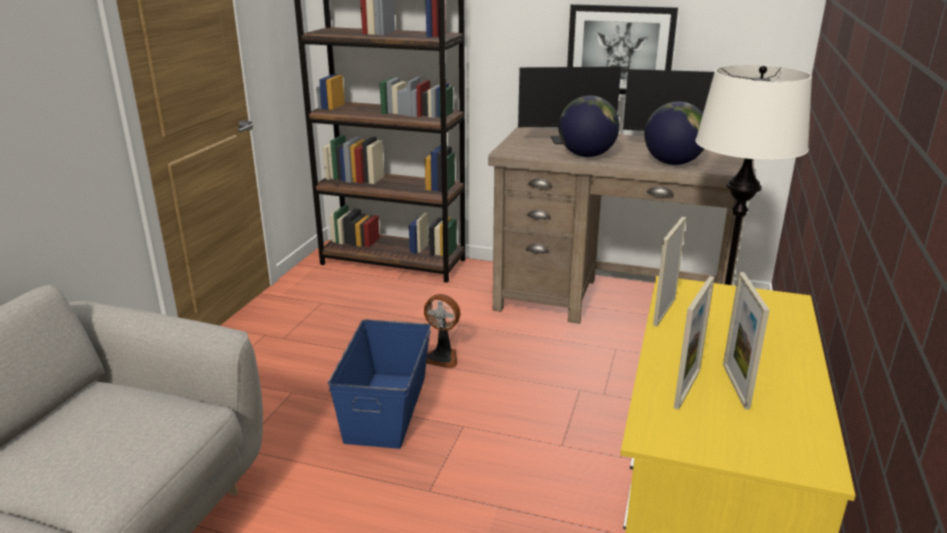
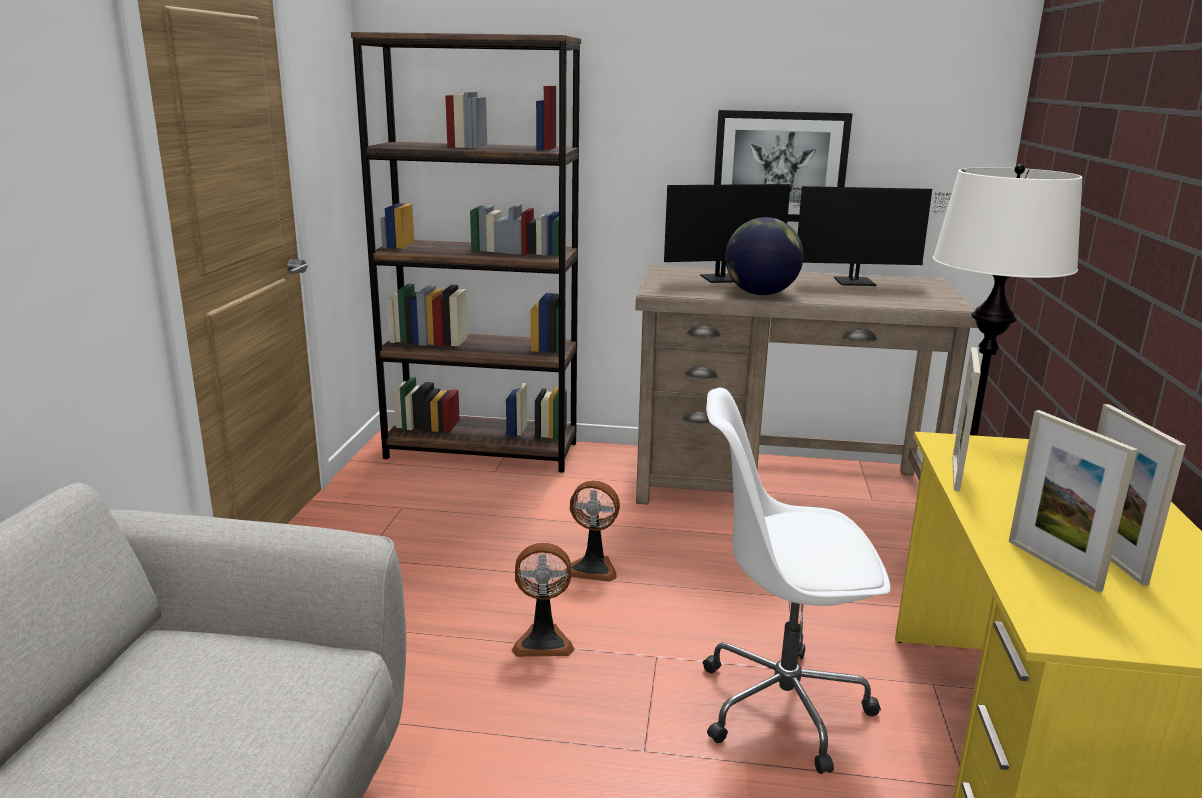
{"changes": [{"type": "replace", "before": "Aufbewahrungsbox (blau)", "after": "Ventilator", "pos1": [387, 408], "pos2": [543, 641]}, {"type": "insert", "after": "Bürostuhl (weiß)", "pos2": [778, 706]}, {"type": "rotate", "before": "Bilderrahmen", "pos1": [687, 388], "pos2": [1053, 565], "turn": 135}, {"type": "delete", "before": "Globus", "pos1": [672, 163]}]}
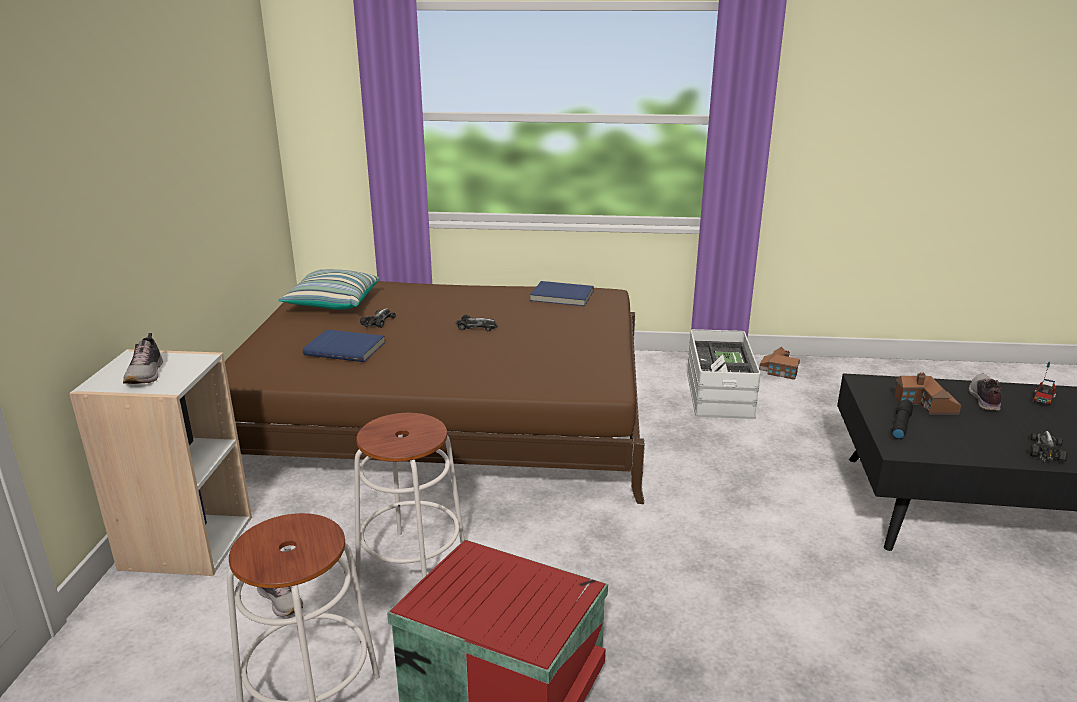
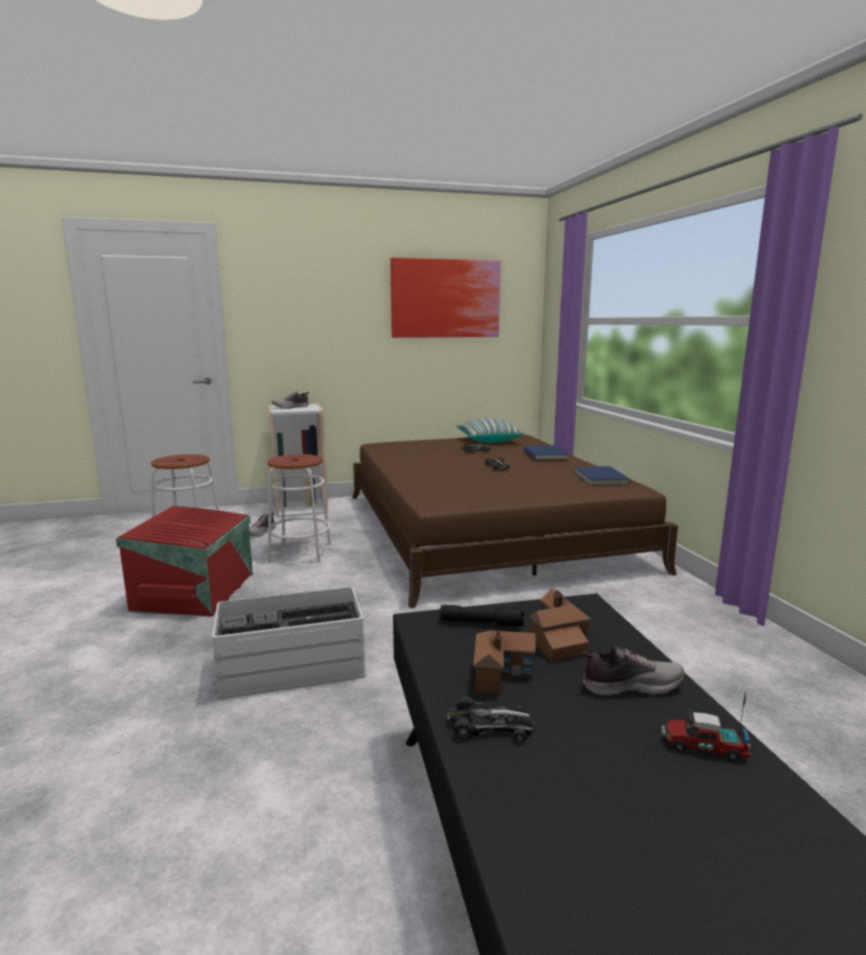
{"changes": [{"type": "move", "before": "Aufbewahrungsbox (weiß)", "pos1": [720, 392], "pos2": [291, 667]}, {"type": "insert", "after": "Bild", "pos2": [445, 298]}, {"type": "move", "before": "Spielzeughaus", "pos1": [778, 371], "pos2": [503, 672]}, {"type": "move", "before": "Buch (blau)", "pos1": [345, 348], "pos2": [546, 455]}]}
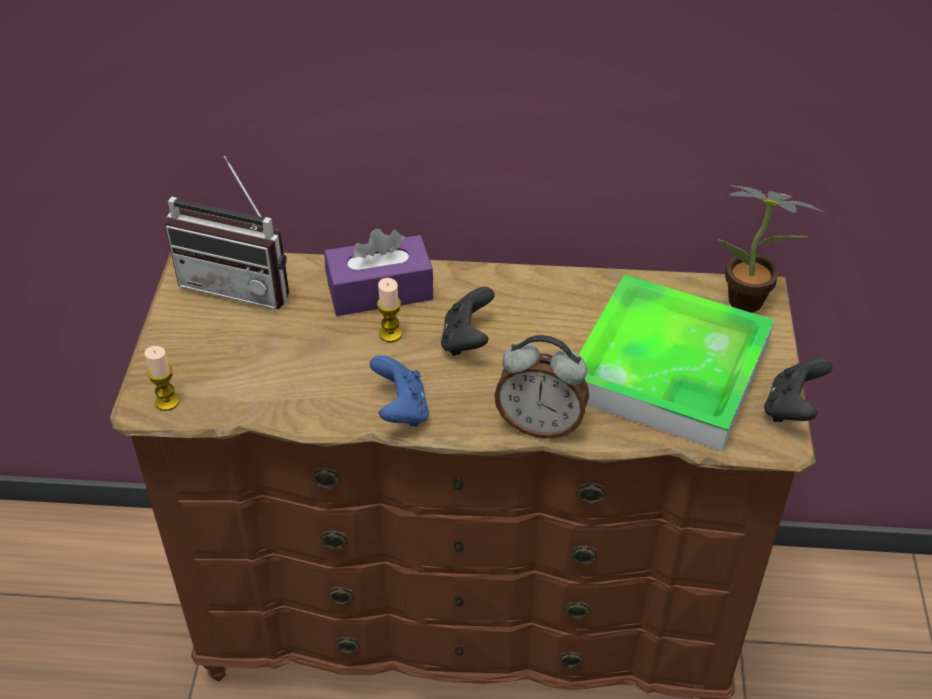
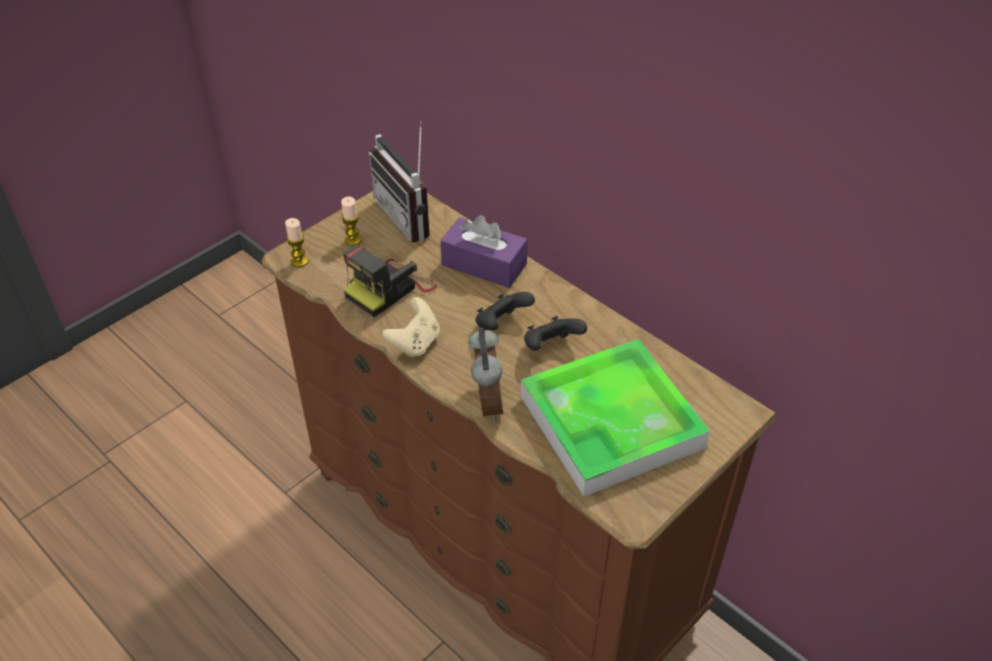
{"changes": [{"type": "move", "before": "Kerze", "pos1": [390, 334], "pos2": [353, 240]}, {"type": "insert", "after": "Kamera", "pos2": [389, 289]}, {"type": "recolor", "before": "Gamepad (blau)", "after": "Gamepad (beige)", "pos1": [401, 410], "pos2": [415, 343]}, {"type": "rotate", "before": "Wecker", "pos1": [540, 424], "pos2": [486, 403], "turn": -150}, {"type": "move", "before": "Gamepad (schwarz)", "pos1": [791, 408], "pos2": [551, 347]}, {"type": "delete", "before": "Topfpflanze", "pos1": [751, 304]}]}
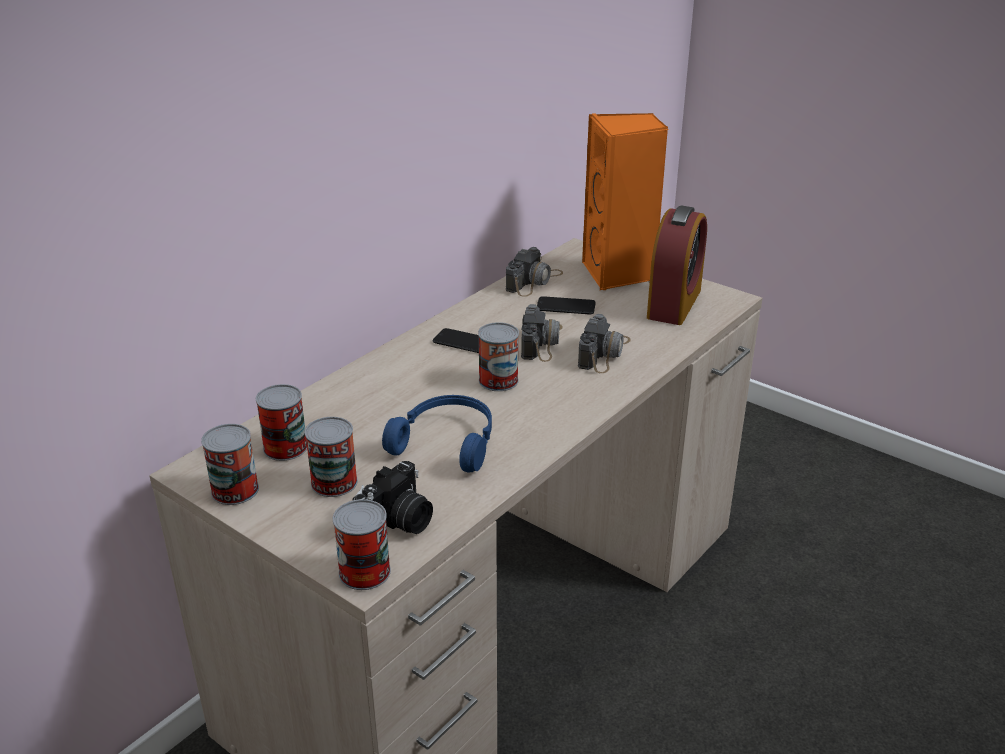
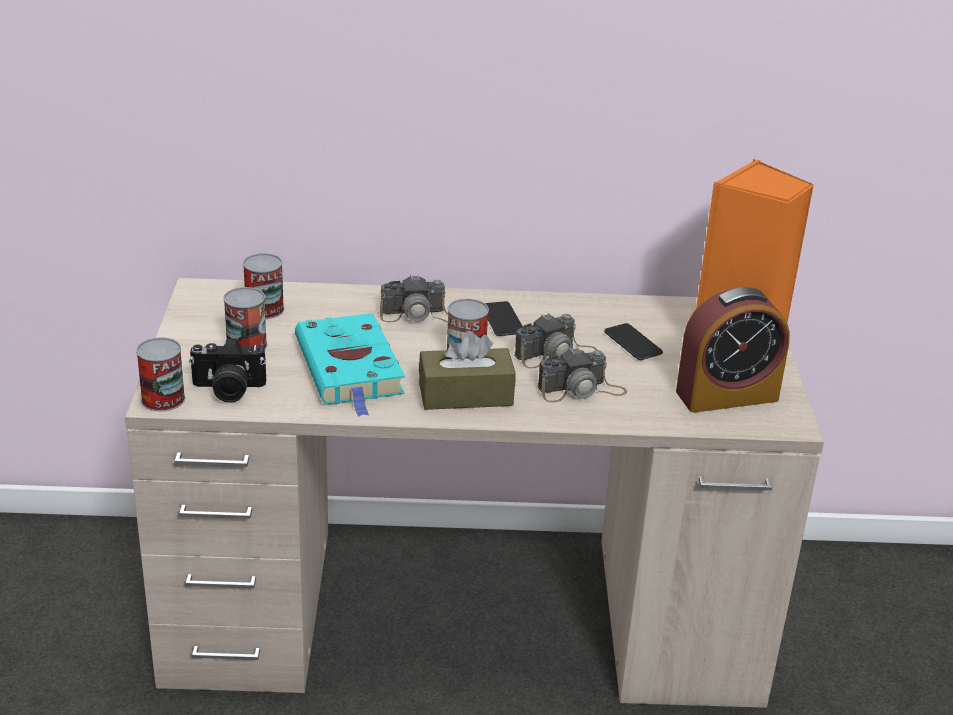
{"changes": [{"type": "replace", "before": "Kopfhörer (blau)", "after": "Buch (türkis)", "pos1": [447, 442], "pos2": [350, 369]}, {"type": "move", "before": "Kamera", "pos1": [534, 281], "pos2": [419, 315]}, {"type": "insert", "after": "Taschentuchbox (braun)", "pos2": [465, 395]}, {"type": "delete", "before": "Dose", "pos1": [235, 490]}]}
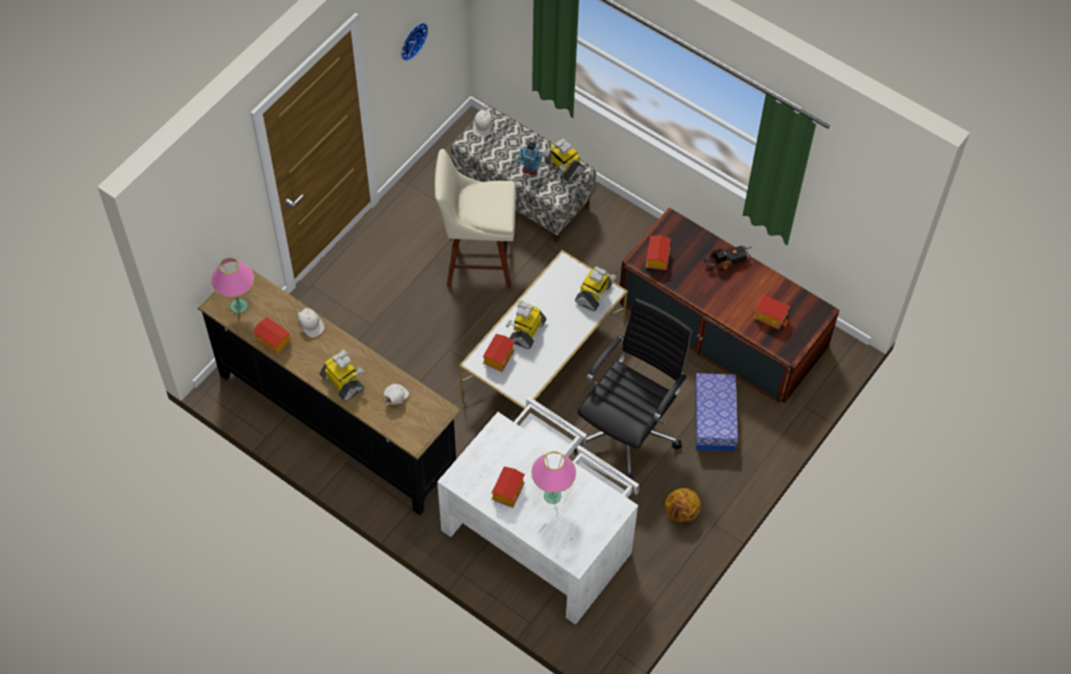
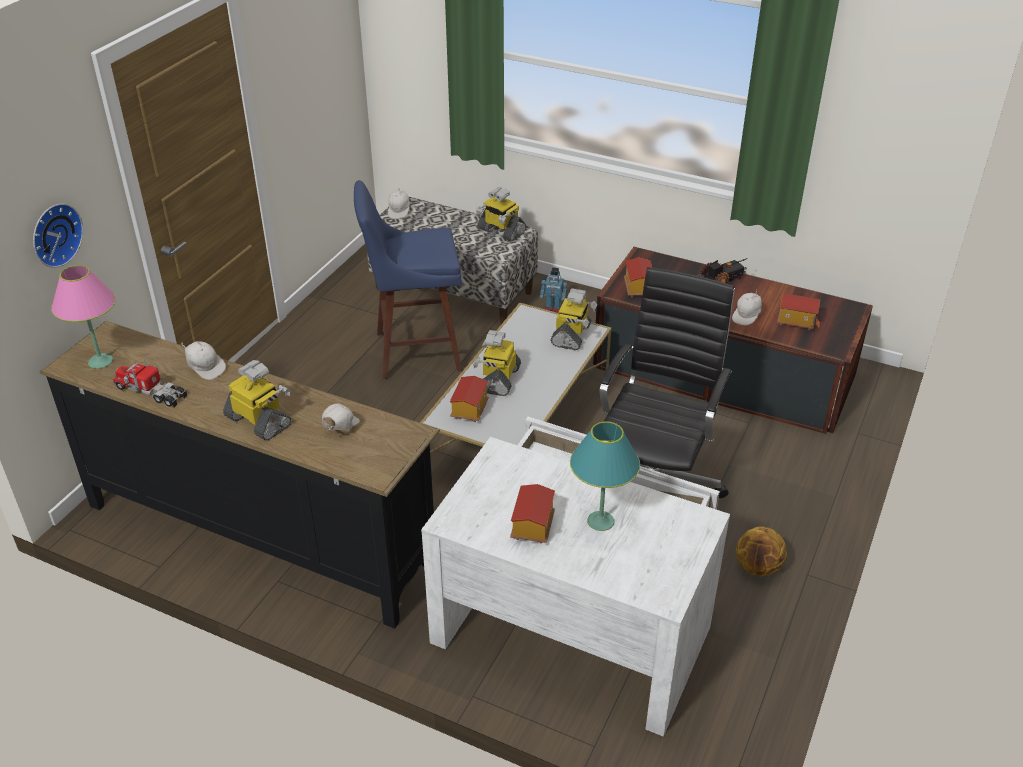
{"changes": [{"type": "move", "before": "Wanduhr", "pos1": [411, 40], "pos2": [54, 234]}, {"type": "replace", "before": "Spielzeughaus", "after": "Spielzeuglaster", "pos1": [273, 342], "pos2": [151, 392]}, {"type": "recolor", "before": "Hocker (beige)", "after": "Hocker (blau)", "pos1": [477, 261], "pos2": [415, 352]}, {"type": "move", "before": "Spielzeugroboter", "pos1": [530, 169], "pos2": [553, 309]}, {"type": "recolor", "before": "Tischlampe (rosa)", "after": "Tischlampe (türkis)", "pos1": [552, 496], "pos2": [601, 521]}, {"type": "insert", "after": "Kappe (weiß)", "pos2": [747, 316]}, {"type": "delete", "before": "Aufbewahrungsbox", "pos1": [714, 419]}]}
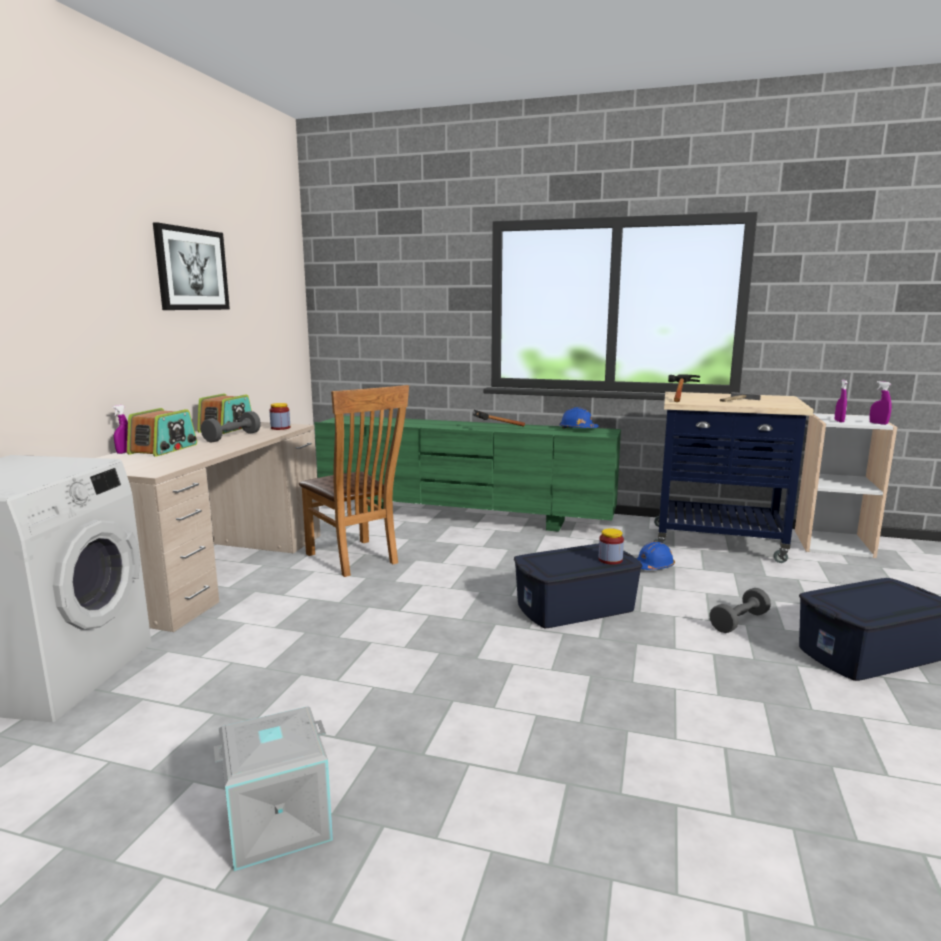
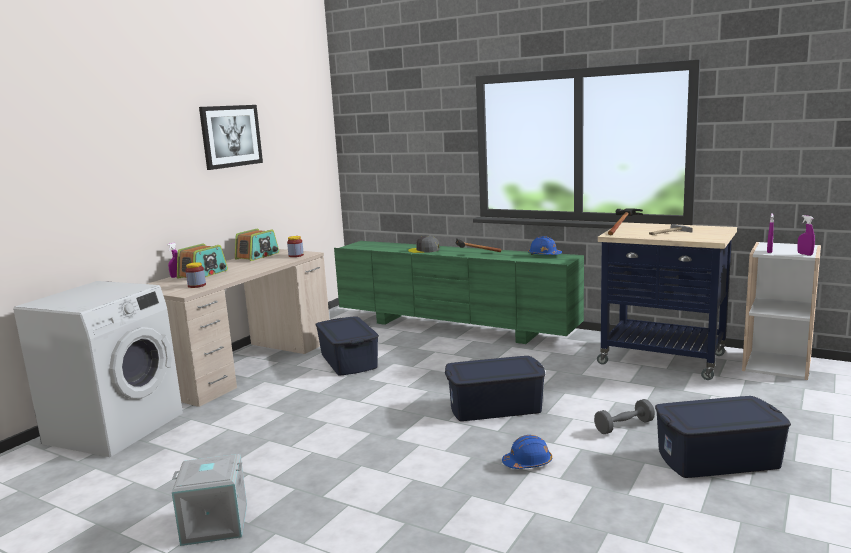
{"changes": [{"type": "move", "before": "Vorratsglas", "pos1": [610, 560], "pos2": [196, 285]}, {"type": "replace", "before": "Stuhl (braun)", "after": "Aufbewahrungsbox (blau)", "pos1": [356, 559], "pos2": [348, 361]}, {"type": "insert", "after": "Kappe (grau)", "pos2": [424, 250]}, {"type": "move", "before": "Schutzhelm (blau)", "pos1": [653, 567], "pos2": [528, 463]}, {"type": "delete", "before": "Hantel (grau)", "pos1": [232, 437]}]}
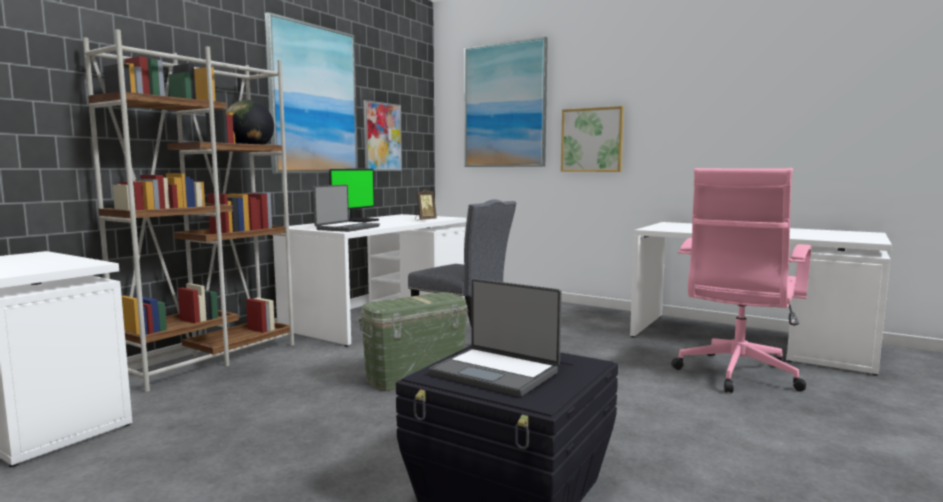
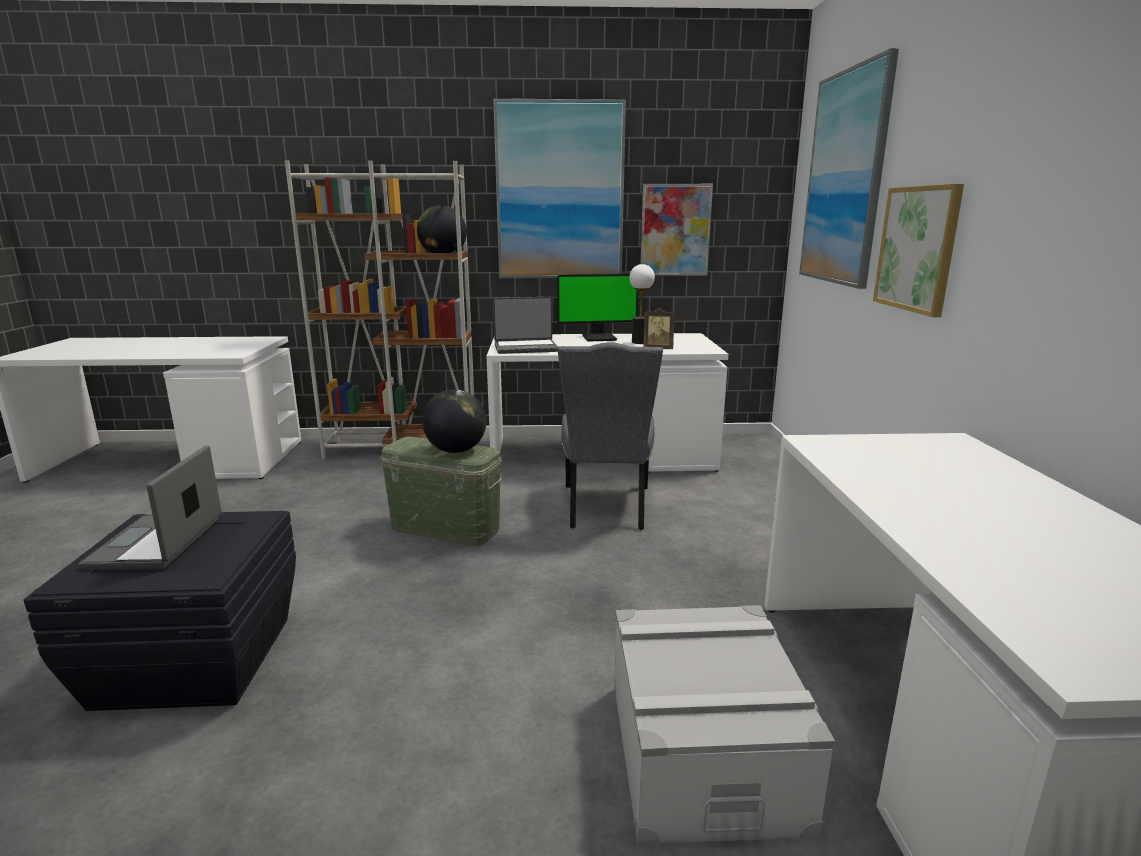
{"changes": [{"type": "insert", "after": "Globus", "pos2": [456, 451]}, {"type": "replace", "before": "Bürostuhl (rosa)", "after": "Aufbewahrungsbox (grau)", "pos1": [736, 376], "pos2": [702, 753]}, {"type": "insert", "after": "Tischlampe", "pos2": [639, 342]}]}
